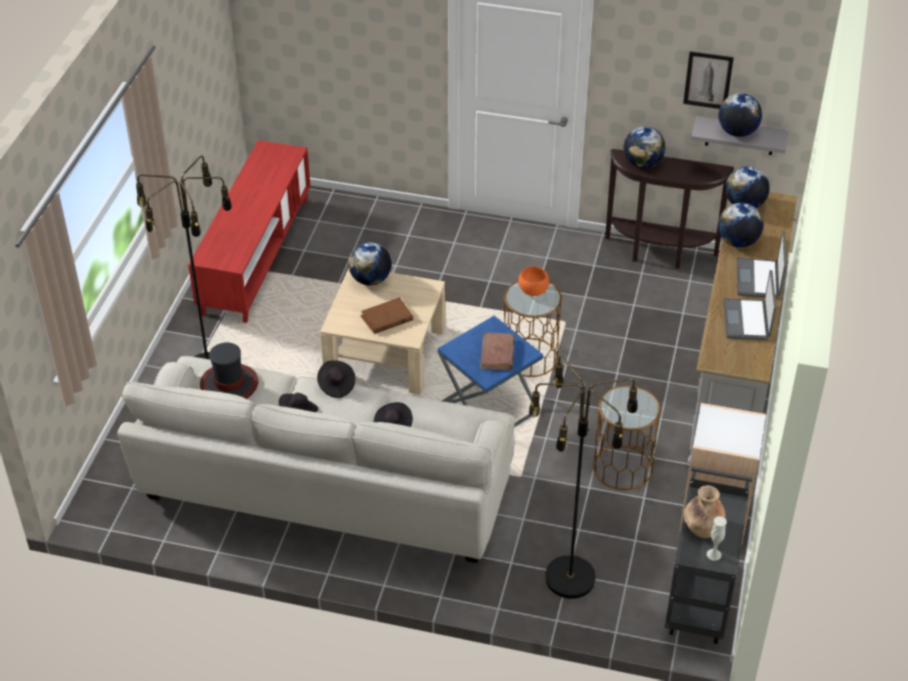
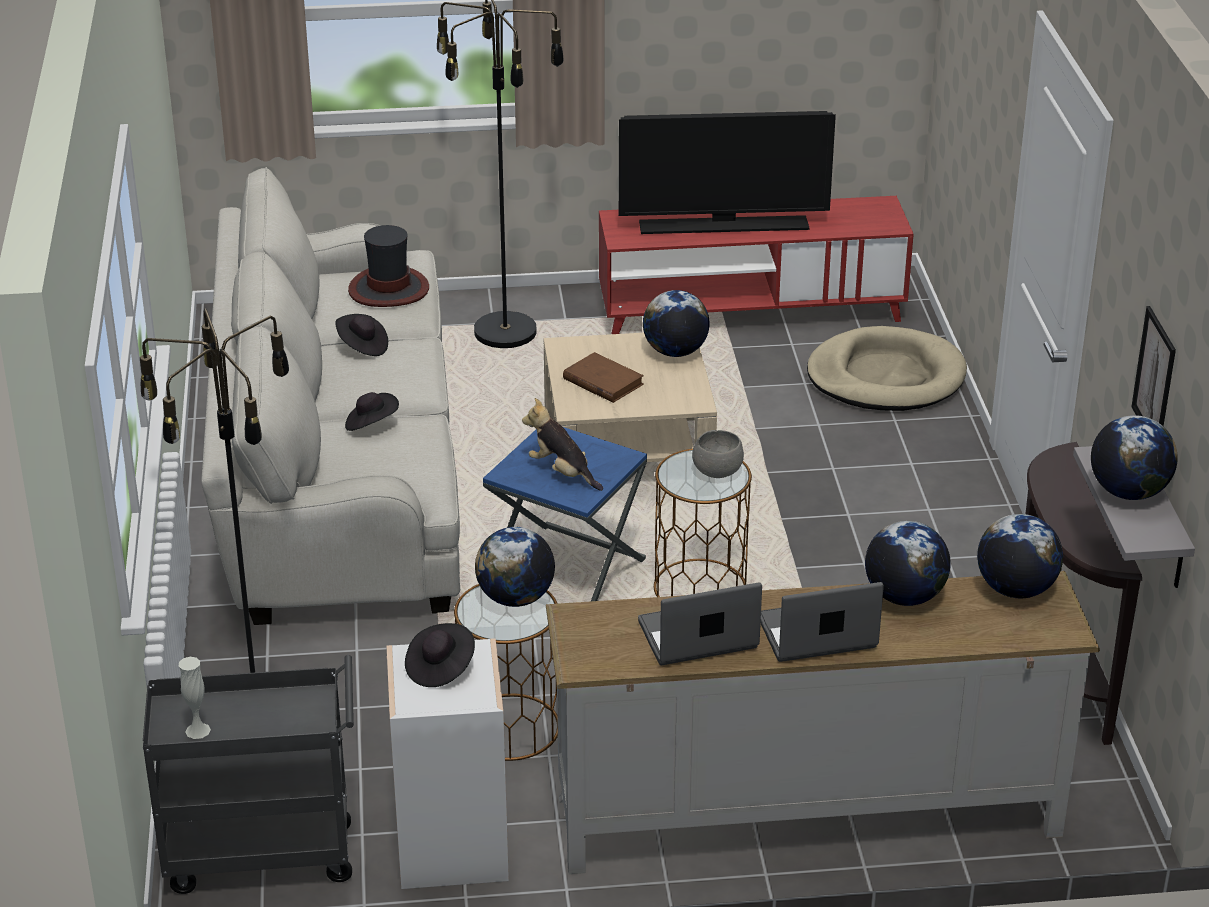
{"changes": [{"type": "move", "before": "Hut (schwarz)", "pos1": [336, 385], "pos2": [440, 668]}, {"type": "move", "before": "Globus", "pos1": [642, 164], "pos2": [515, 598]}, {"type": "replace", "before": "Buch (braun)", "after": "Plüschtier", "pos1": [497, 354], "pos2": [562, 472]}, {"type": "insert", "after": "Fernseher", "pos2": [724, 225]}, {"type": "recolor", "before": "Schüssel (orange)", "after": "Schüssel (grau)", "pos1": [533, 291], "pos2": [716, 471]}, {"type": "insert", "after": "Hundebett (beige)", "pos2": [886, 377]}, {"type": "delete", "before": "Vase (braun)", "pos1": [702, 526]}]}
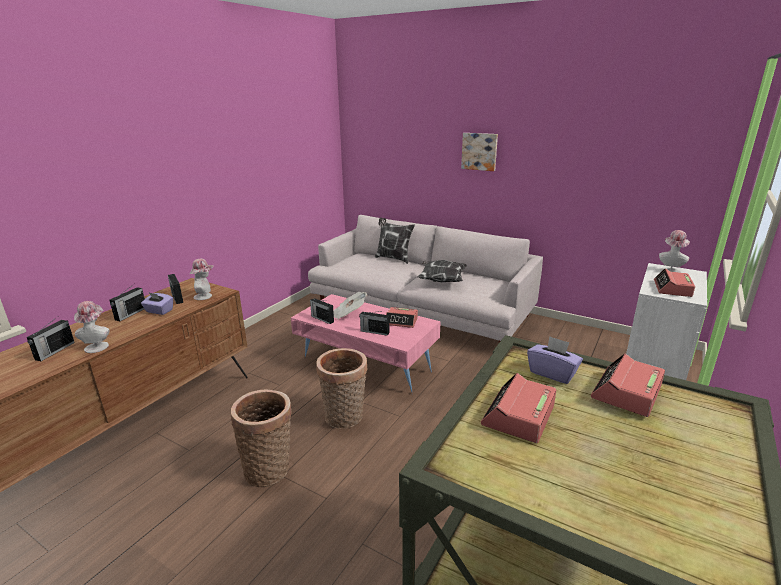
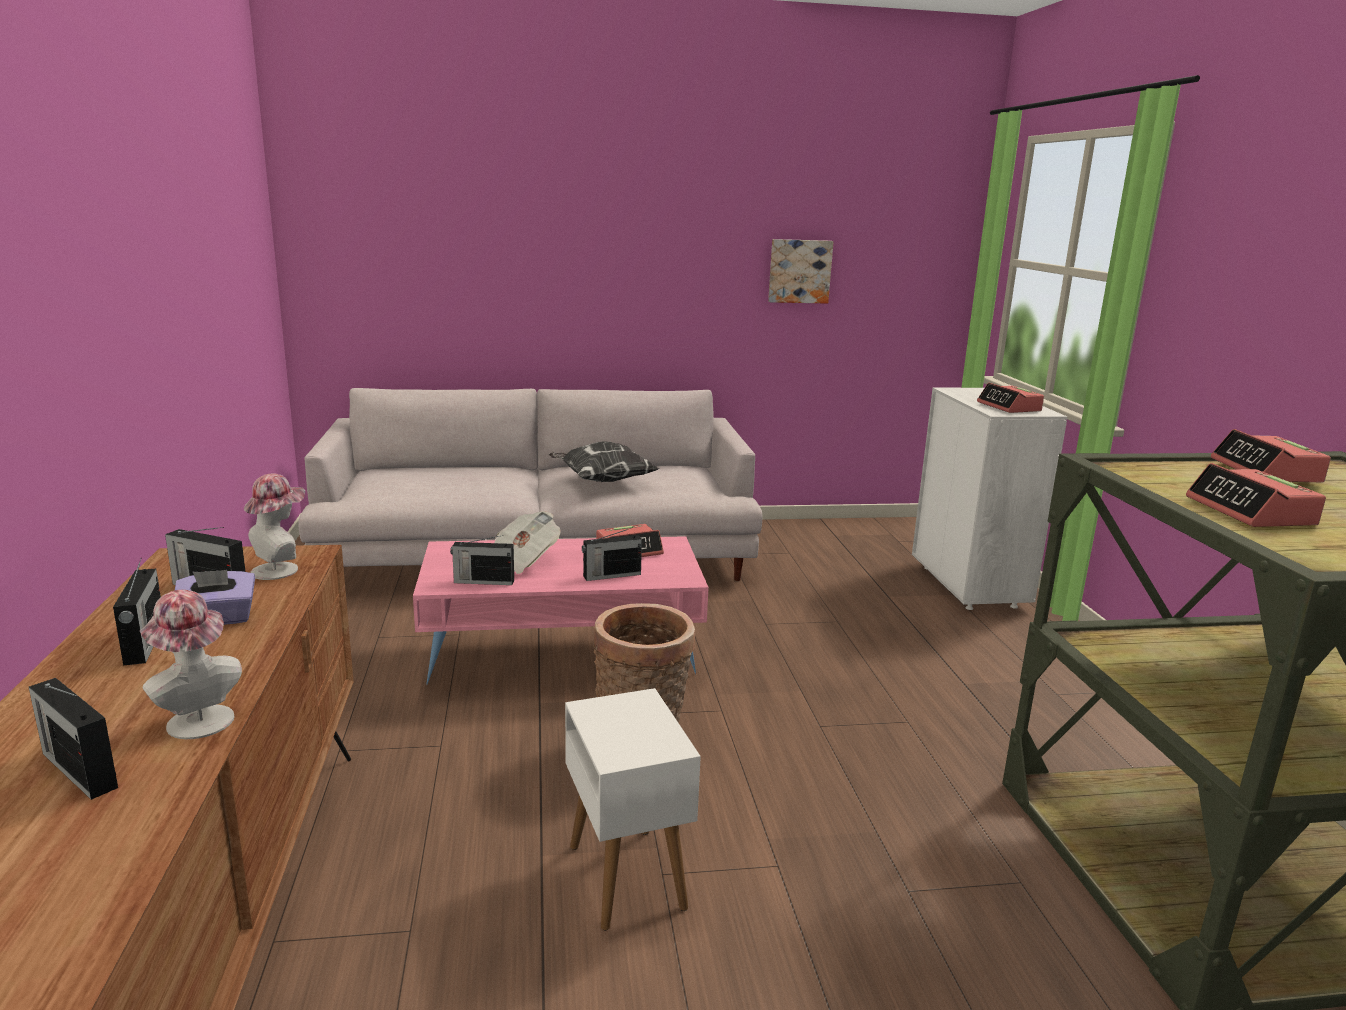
{"changes": [{"type": "rotate", "before": "Radio", "pos1": [54, 351], "pos2": [79, 769], "turn": 150}, {"type": "replace", "before": "Korb", "after": "Beistelltisch (weiß)", "pos1": [269, 469], "pos2": [626, 875]}, {"type": "move", "before": "Bild", "pos1": [479, 151], "pos2": [799, 271]}, {"type": "delete", "before": "Kissen", "pos1": [393, 258]}, {"type": "delete", "before": "Taschentuchbox (lila)", "pos1": [552, 373]}, {"type": "delete", "before": "Hut", "pos1": [670, 270]}]}
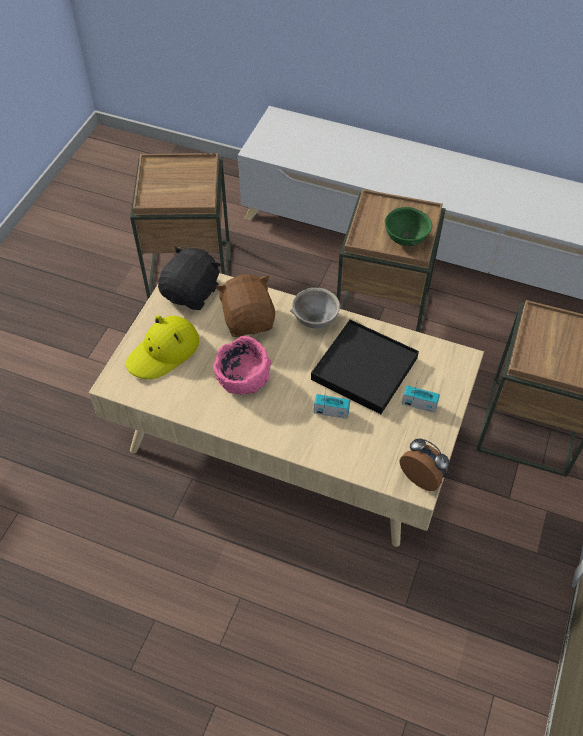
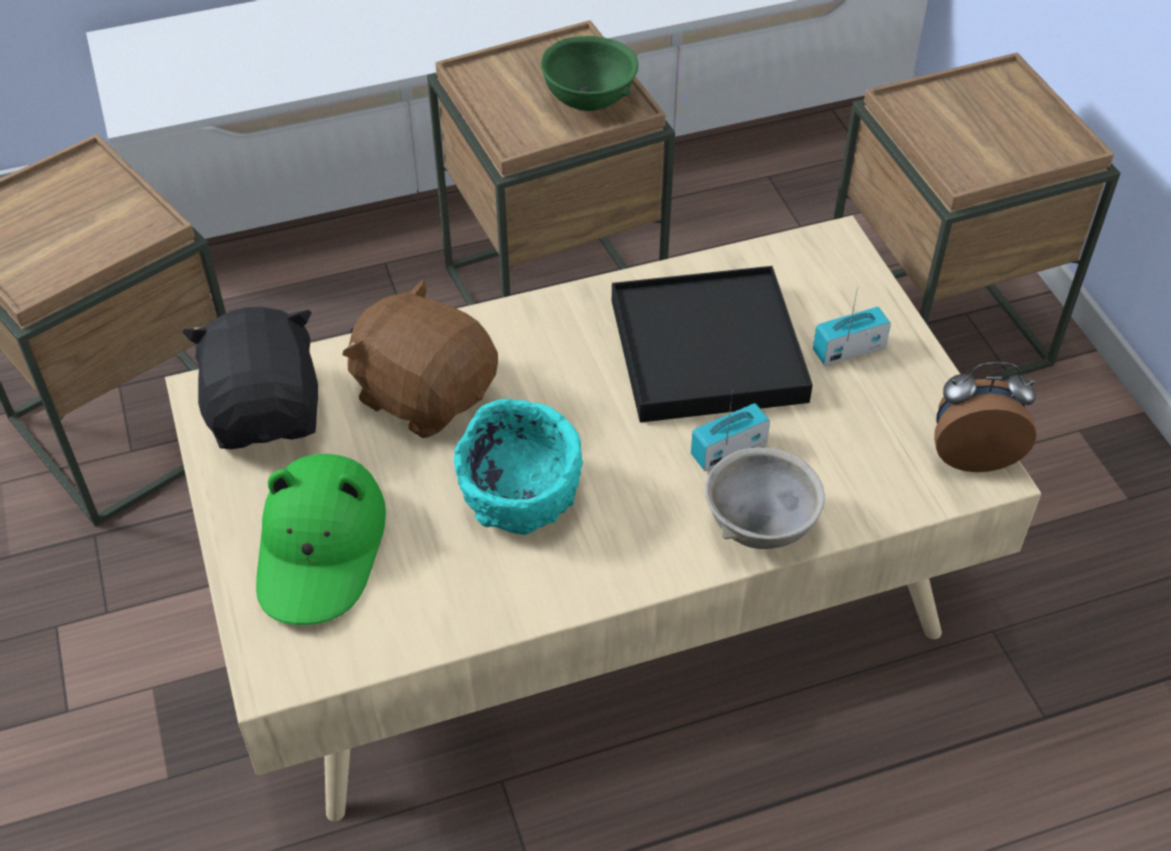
{"changes": [{"type": "recolor", "before": "Hut (gelb)", "after": "Hut (grün)", "pos1": [164, 352], "pos2": [321, 548]}, {"type": "recolor", "before": "Schüssel (rosa)", "after": "Schüssel (türkis)", "pos1": [243, 378], "pos2": [521, 496]}, {"type": "move", "before": "Schüssel (grau)", "pos1": [315, 319], "pos2": [758, 526]}]}
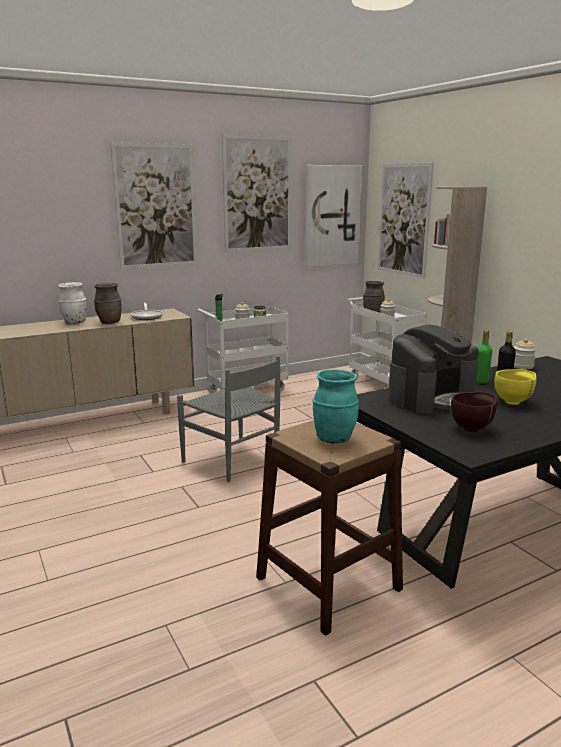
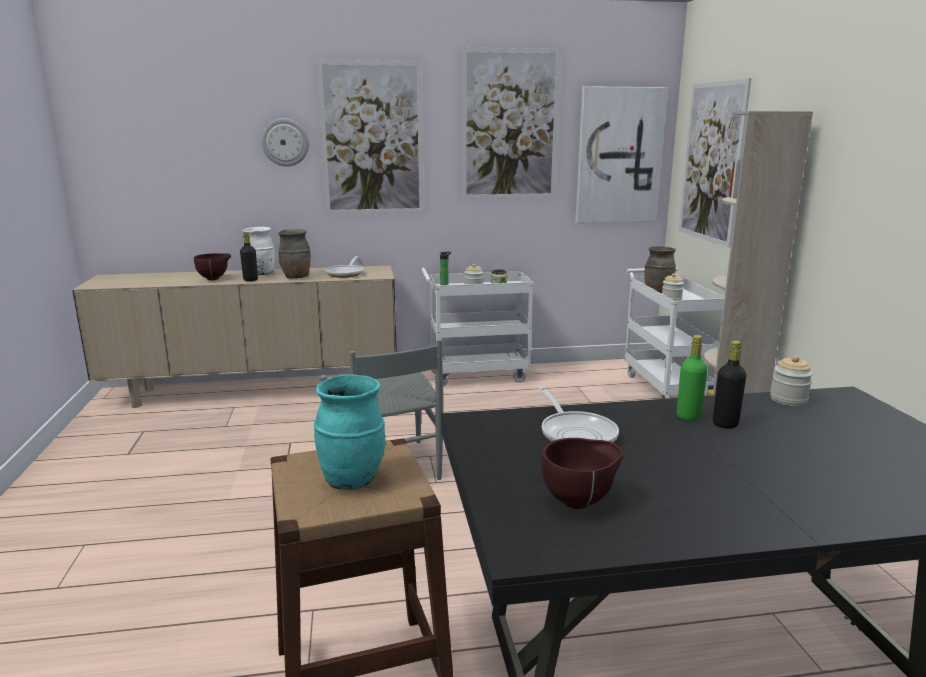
{"changes": [{"type": "insert", "after": "Schüssel (braun)", "pos2": [215, 279]}, {"type": "insert", "after": "Flasche (schwarz)", "pos2": [250, 280]}, {"type": "insert", "after": "Wanduhr", "pos2": [285, 142]}, {"type": "replace", "before": "Kaffeemaschine", "after": "Pfanne", "pos1": [431, 397], "pos2": [576, 433]}, {"type": "delete", "before": "Schüssel (gelb)", "pos1": [513, 402]}]}
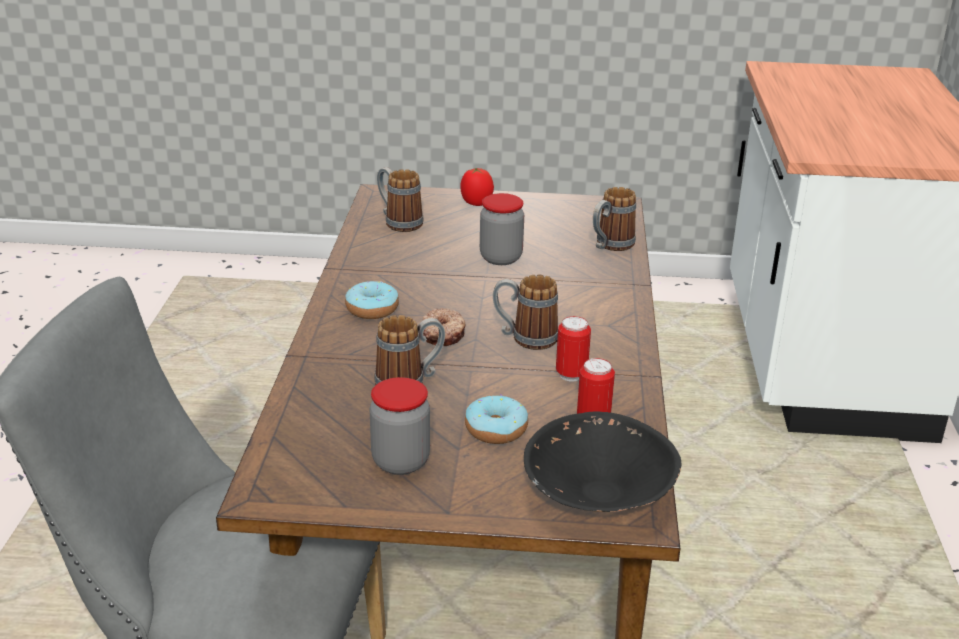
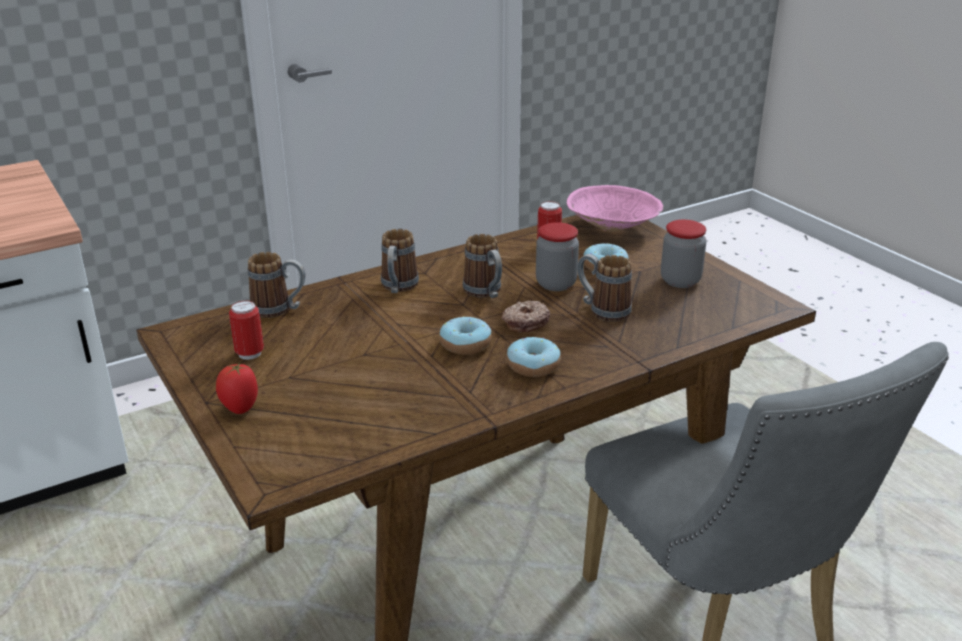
{"changes": [{"type": "move", "before": "Dose", "pos1": [571, 374], "pos2": [249, 353]}, {"type": "move", "before": "Henkelbecher", "pos1": [398, 222], "pos2": [398, 288]}, {"type": "insert", "after": "Donut", "pos2": [465, 344]}, {"type": "move", "before": "Vorratsglas", "pos1": [500, 258], "pos2": [556, 284]}, {"type": "recolor", "before": "Schüssel (schwarz)", "after": "Schüssel (rosa)", "pos1": [597, 495], "pos2": [613, 227]}]}
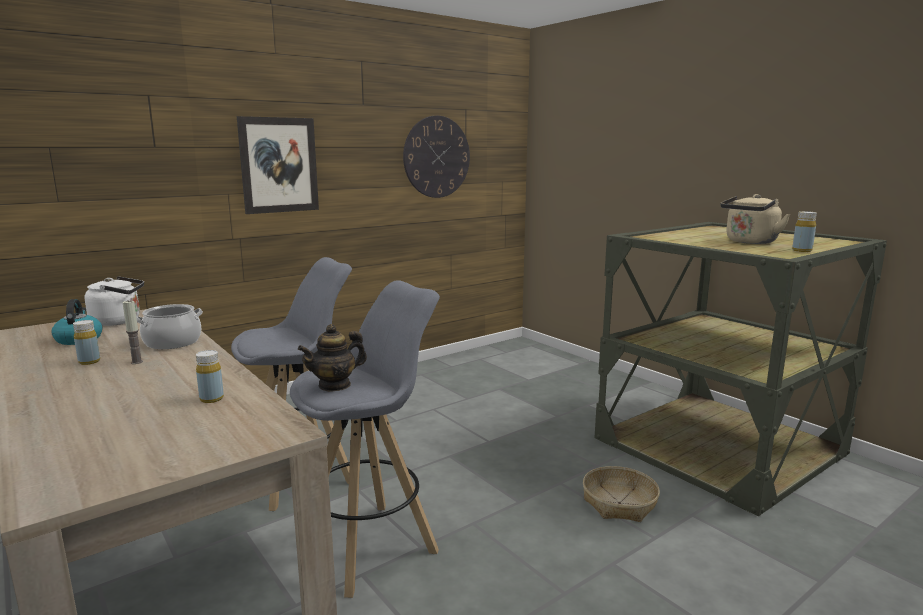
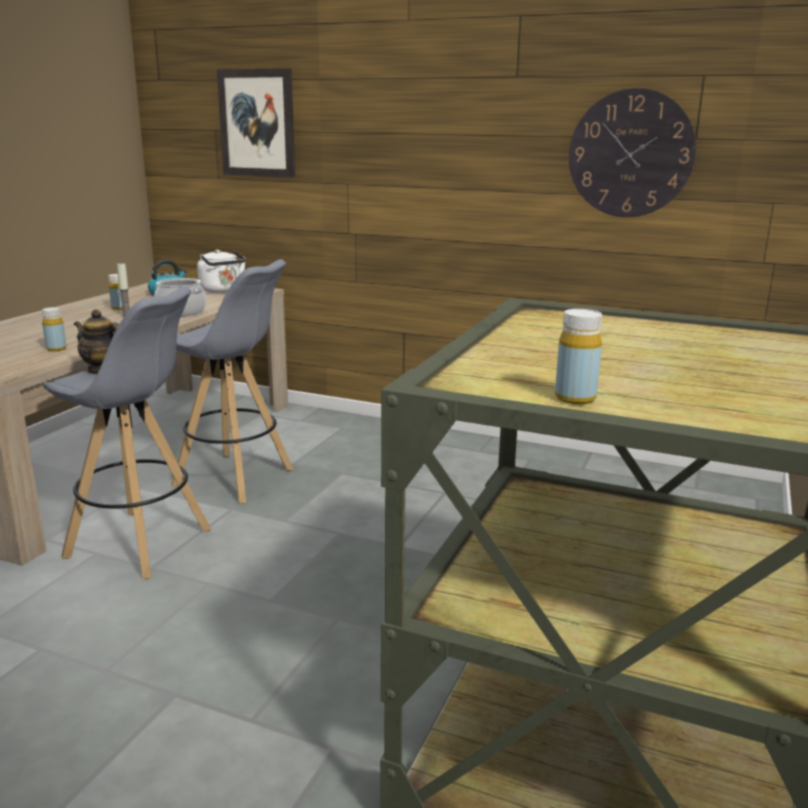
{"changes": [{"type": "move", "before": "Bild", "pos1": [279, 165], "pos2": [257, 123]}, {"type": "delete", "before": "Korb", "pos1": [619, 503]}, {"type": "delete", "before": "Wasserkessel (beige)", "pos1": [749, 242]}]}
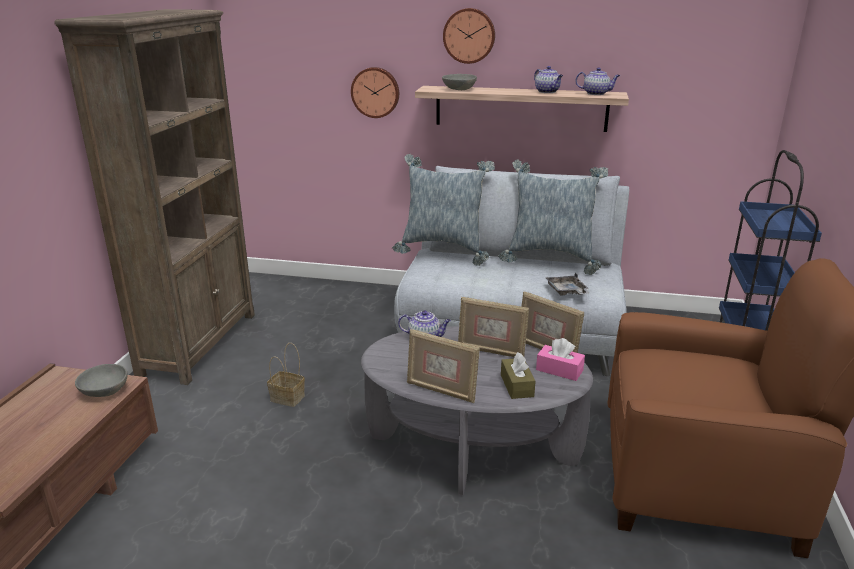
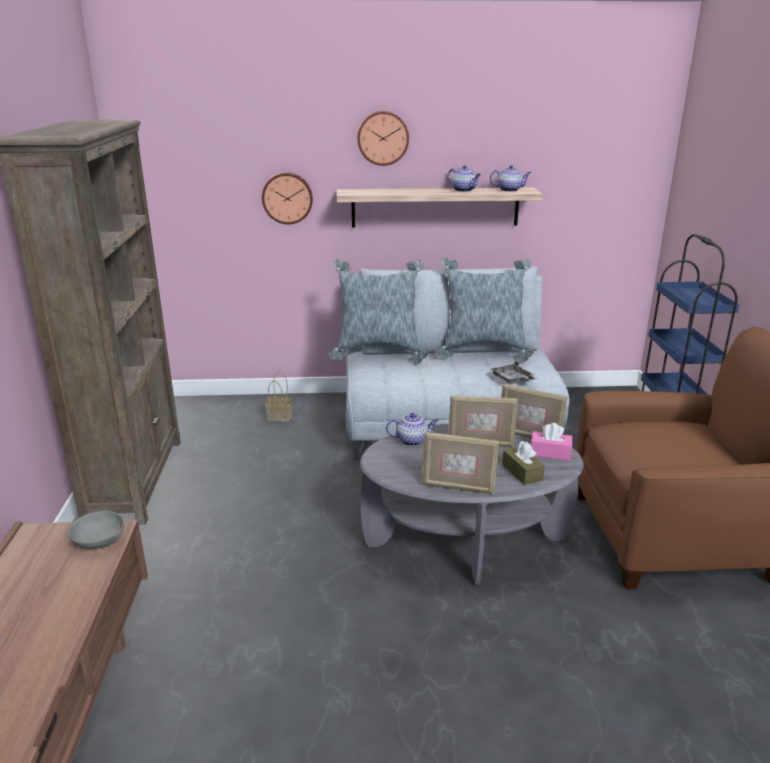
{"changes": [{"type": "move", "before": "Korb", "pos1": [289, 398], "pos2": [280, 416]}, {"type": "delete", "before": "Schüssel (grau)", "pos1": [458, 89]}]}
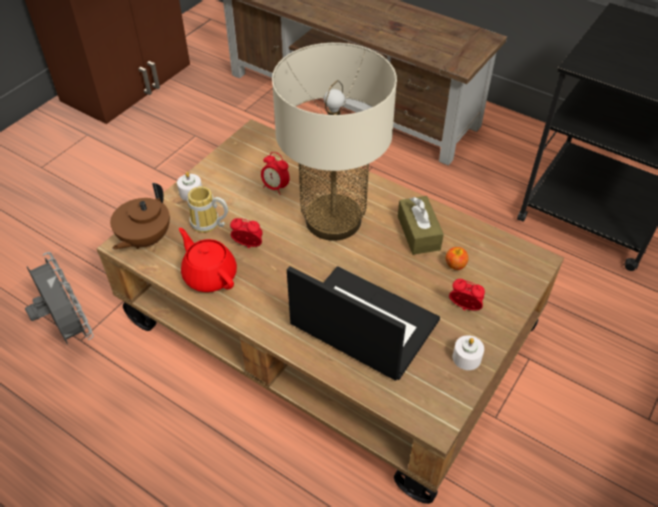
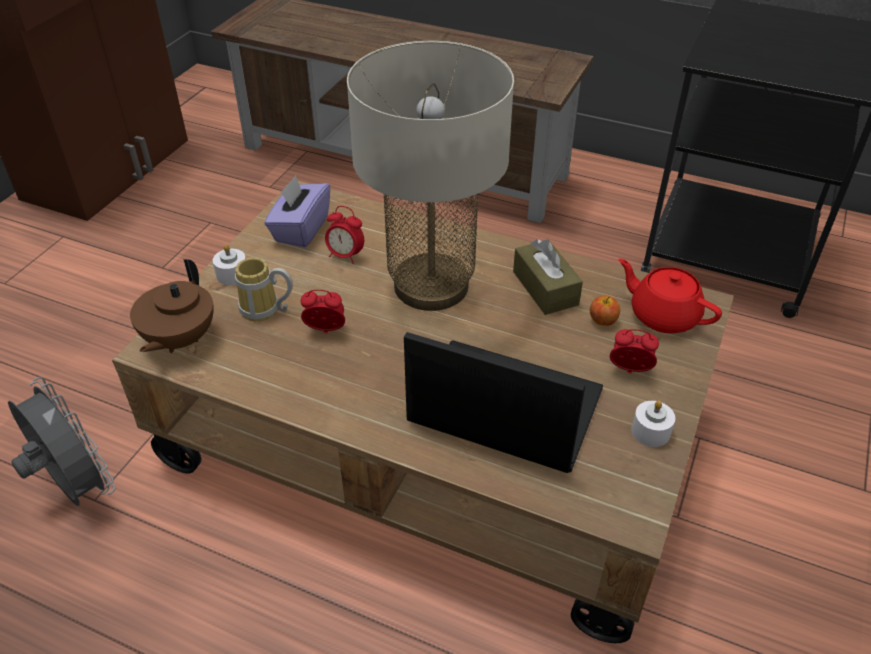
{"changes": [{"type": "insert", "after": "Taschentuchbox (lila)", "pos2": [300, 229]}, {"type": "move", "before": "Teekanne (rot)", "pos1": [209, 275], "pos2": [663, 315]}]}
